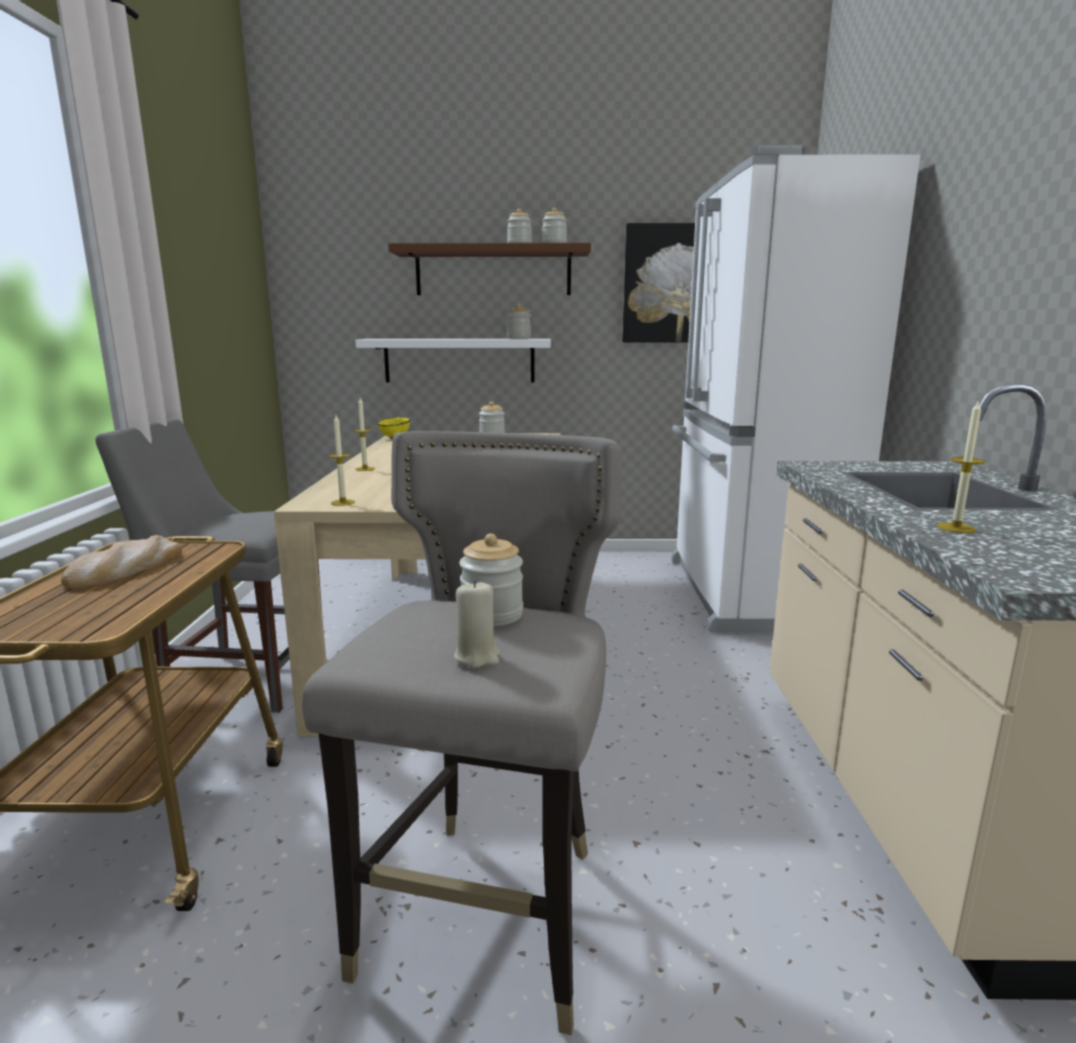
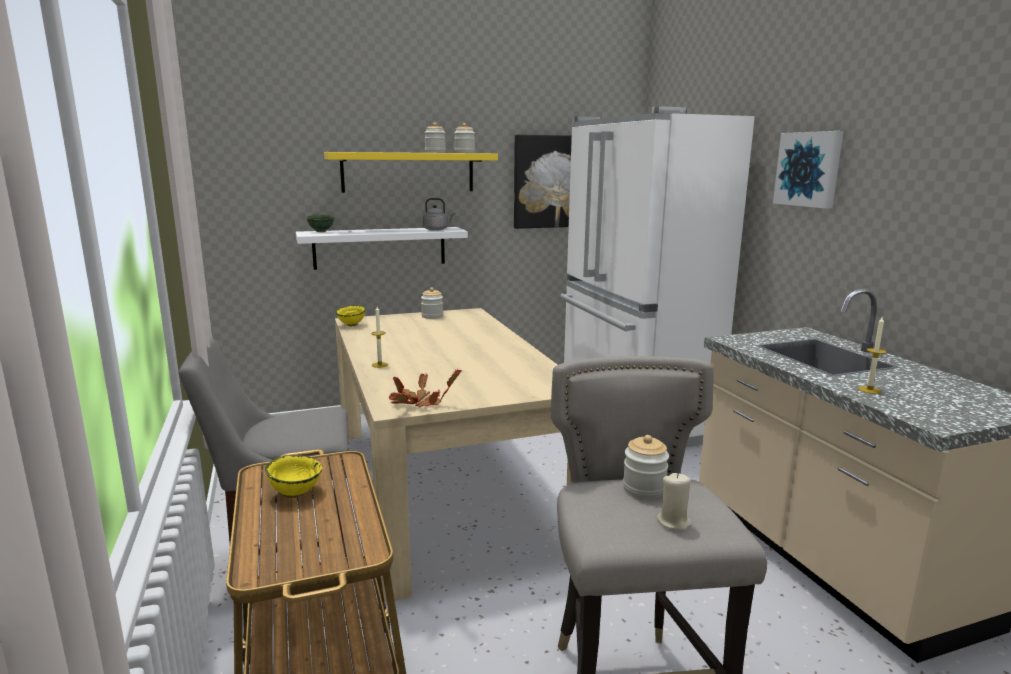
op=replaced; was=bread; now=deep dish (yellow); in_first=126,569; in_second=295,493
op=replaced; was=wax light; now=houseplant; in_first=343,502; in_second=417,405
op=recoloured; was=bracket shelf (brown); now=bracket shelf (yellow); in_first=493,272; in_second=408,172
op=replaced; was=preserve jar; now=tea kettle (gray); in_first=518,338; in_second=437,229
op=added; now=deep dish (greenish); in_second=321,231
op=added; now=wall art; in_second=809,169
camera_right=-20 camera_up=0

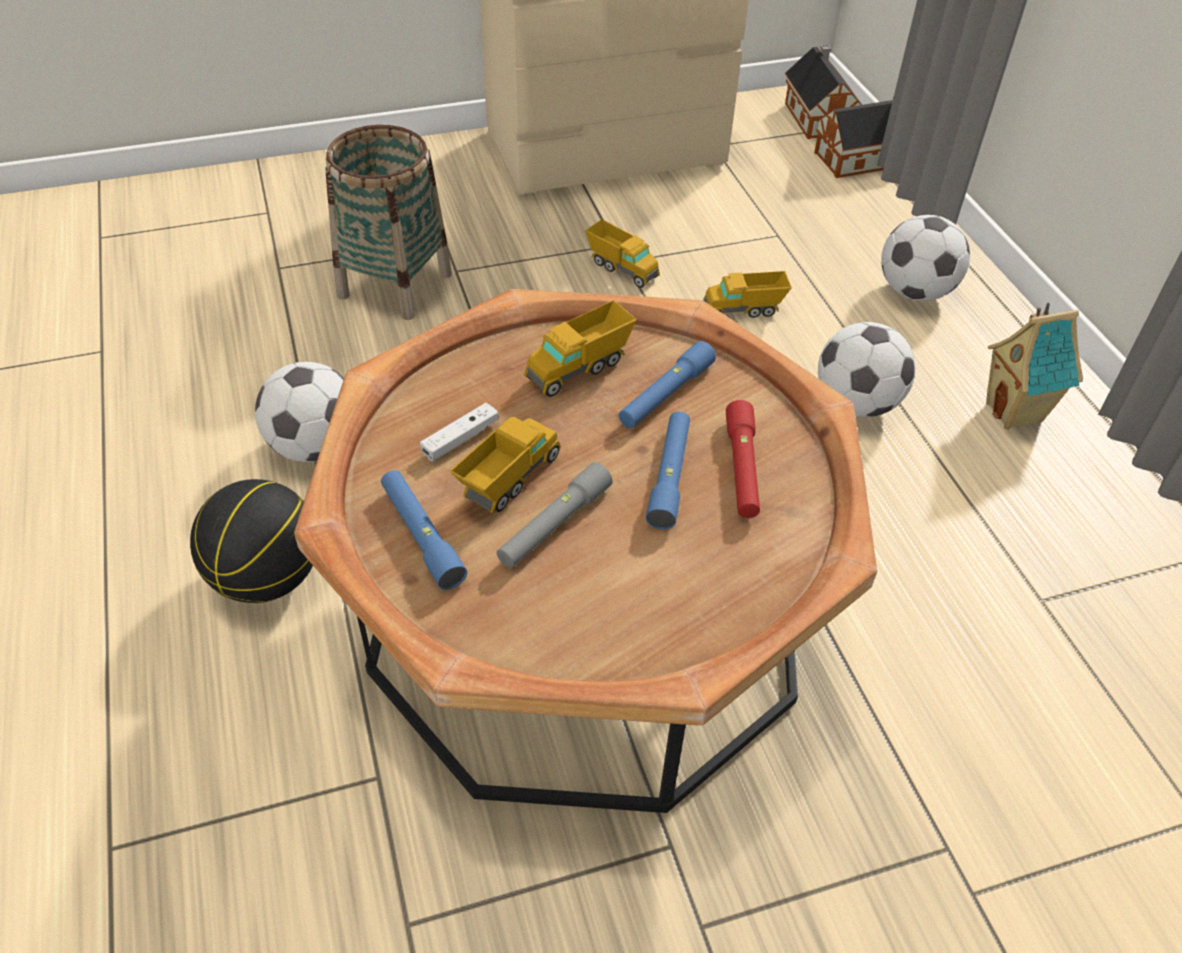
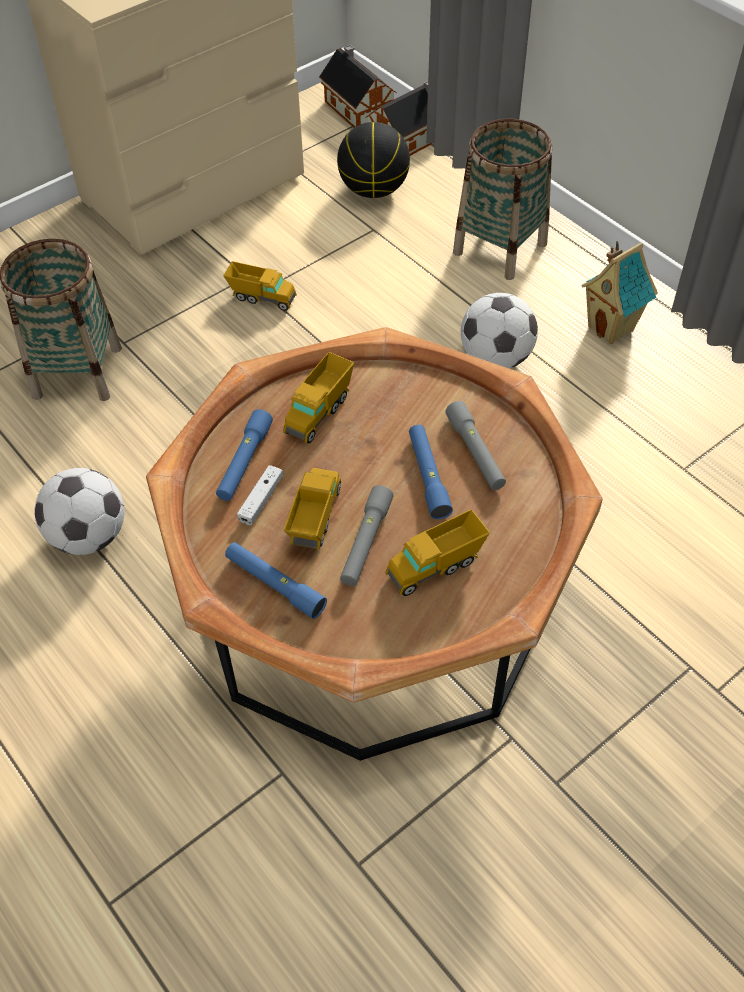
op=moved; was=basketball ball; in_first=268,578; in_second=374,190
op=moved; was=hand torch (blue-coloured); in_first=665,395; in_second=244,462
op=moved; was=toy truck; in_first=743,310; in_second=436,567
op=recoloured; was=hand torch (red-coloured); now=hand torch (gray); in_first=742,468; in_second=475,452
op=replaced; was=ball for football; now=storage basket; in_first=914,292; in_second=500,248
camera_right=-20 camera_up=5

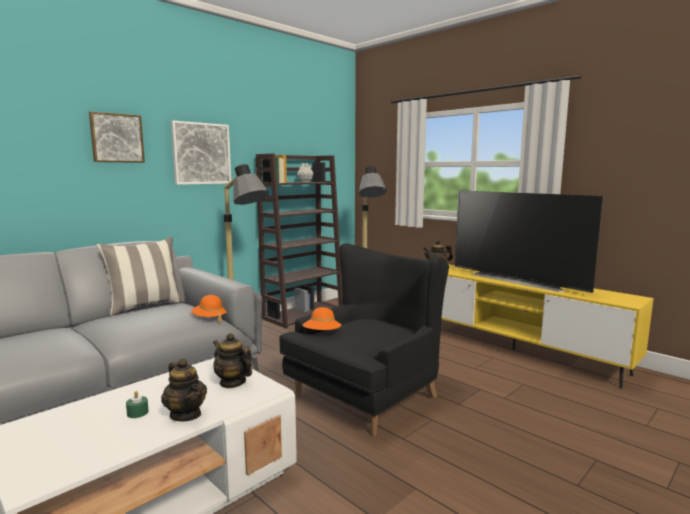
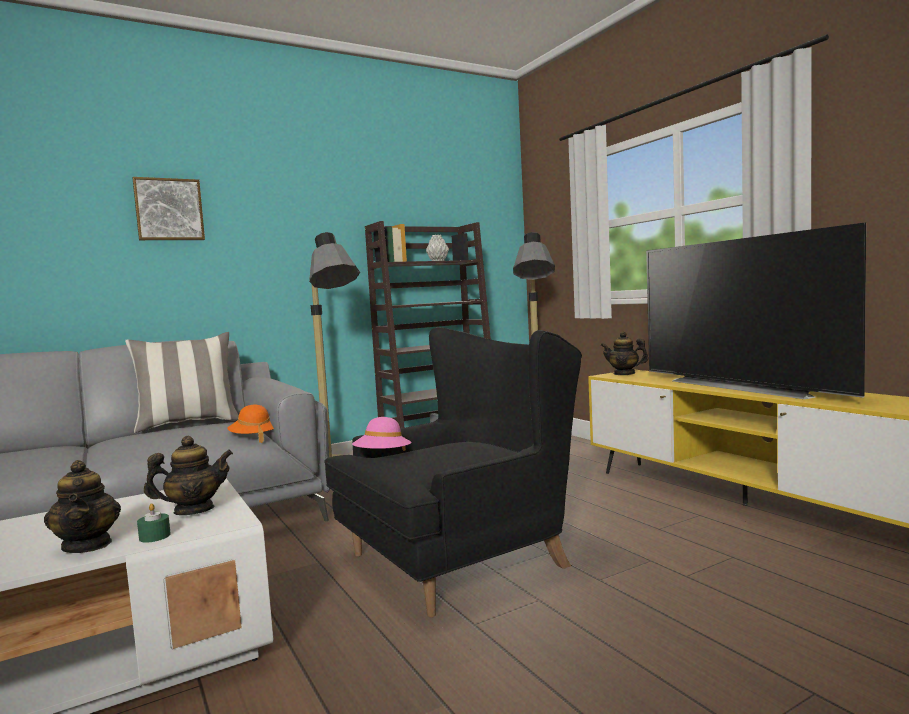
op=moved; was=wax light (greenish); in_first=137,413; in_second=154,536
op=removed; was=wall art; in_first=201,153
op=turned; was=teapot; in_first=232,382; in_second=193,510; clockwise=105
op=recoloured; was=wearable hat (orangey); now=wearable hat (pinkish); in_first=322,334; in_second=383,457
camera_right=15 camera_up=-5

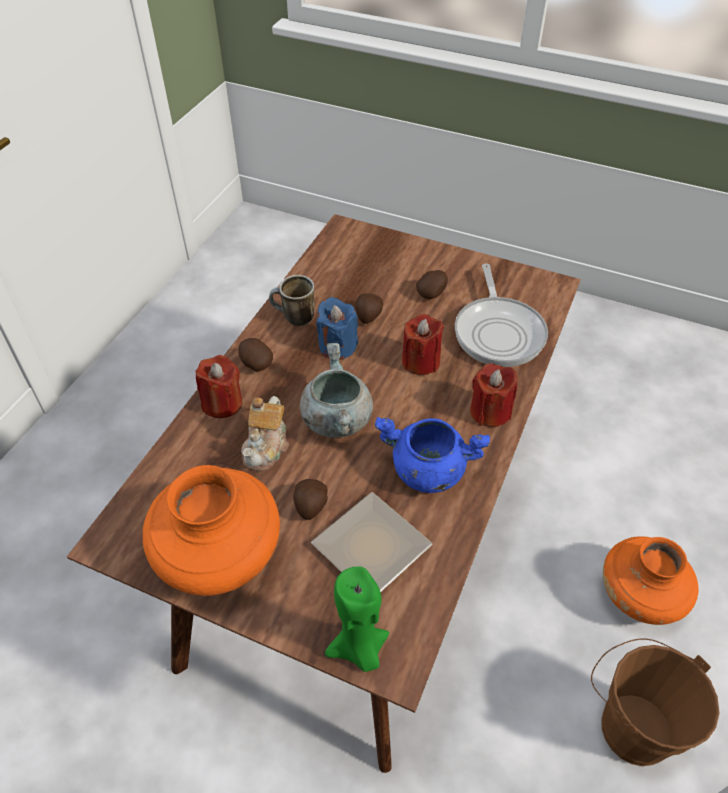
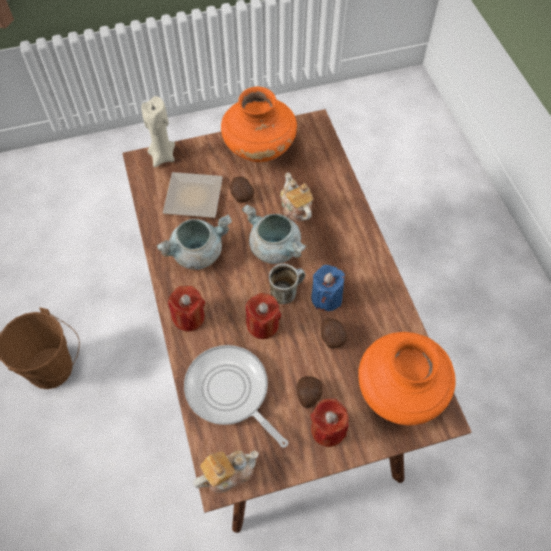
op=moved; was=wax light (red-coloured); in_first=222,403; in_second=328,430
op=removed; was=potato; in_first=255,363
op=moved; was=mug; in_first=293,319; in_second=286,292
op=recoloured; was=wax light (greenish); now=wax light (beige); in_first=359,650; in_second=162,156
op=recoloured; was=stockpot (blue-coloured); now=stockpot (gray); in_first=427,471; in_second=197,253
op=moved; was=flower vase (orangey); in_first=639,596; in_second=399,392
op=added; now=teapot; in_second=227,473
camera_right=140 camera_up=10

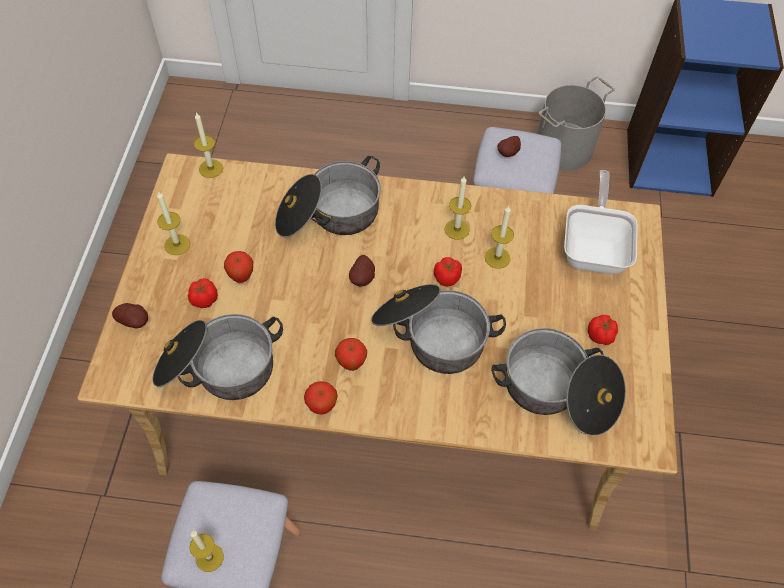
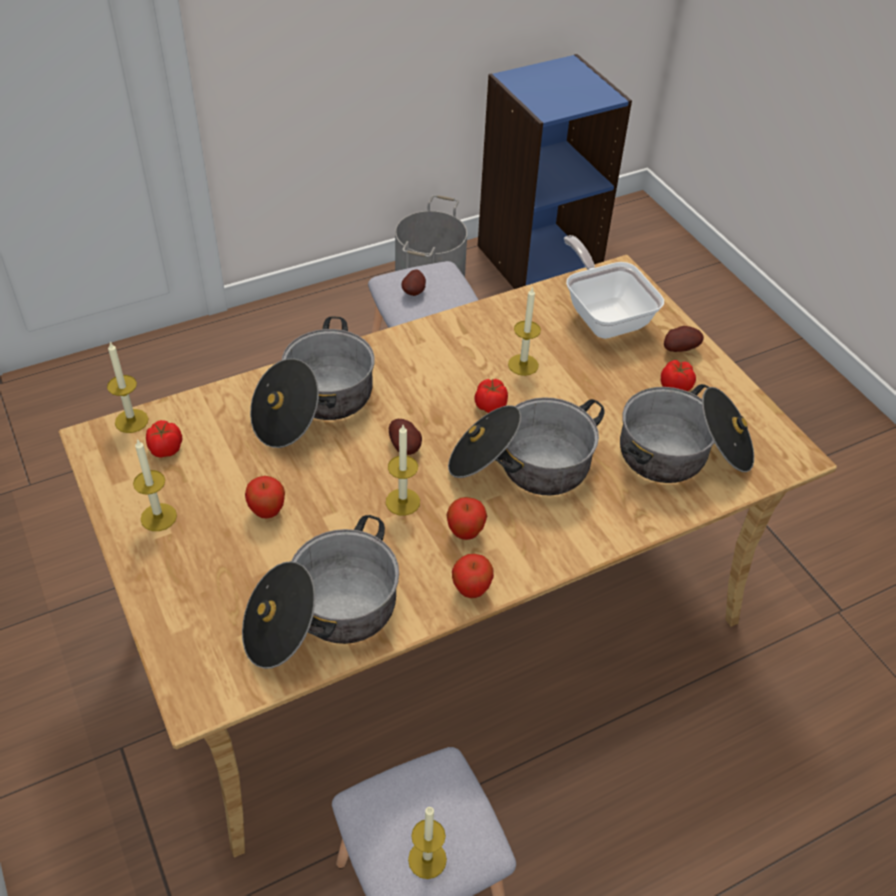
op=moved; was=potato; in_first=135,321; in_second=679,348
op=moved; was=whole tomato; in_first=204,300; in_second=165,449
op=moved; was=wax light; in_first=457,229; in_second=402,502
camera_right=-35 camera_up=-10

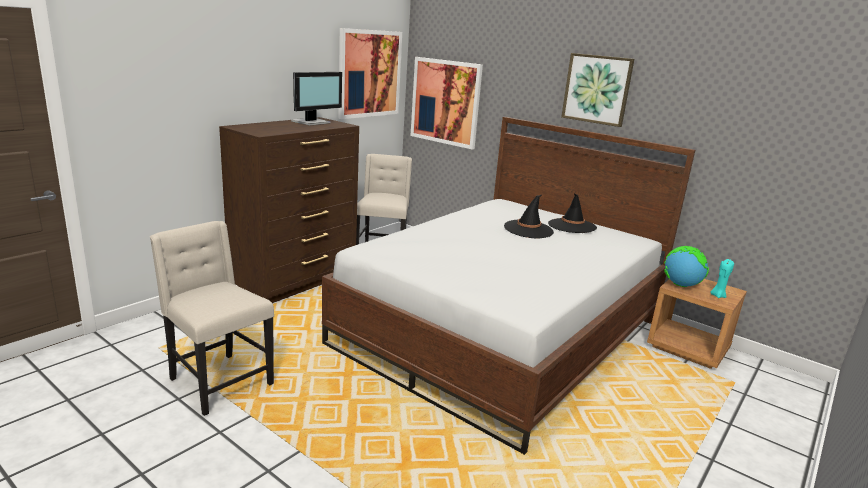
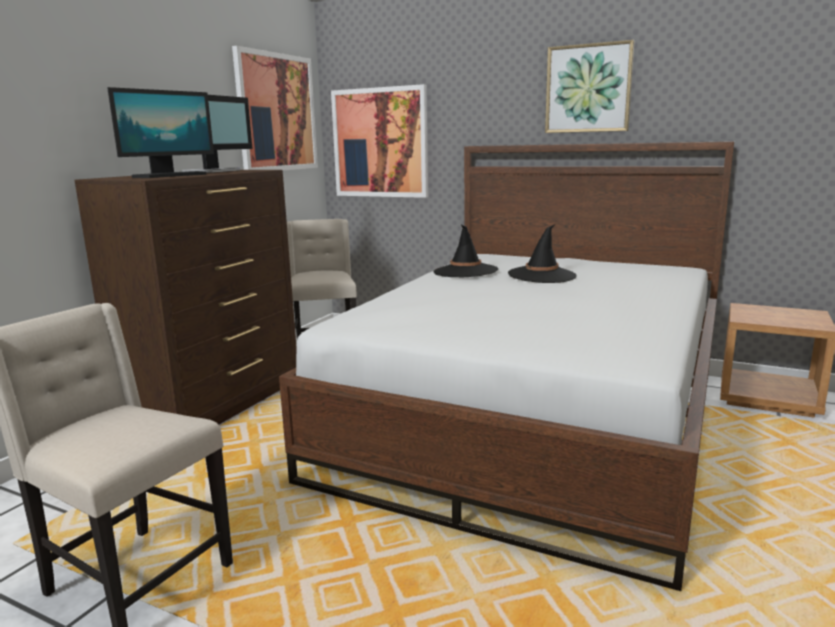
op=moved; was=wearable hat (black); in_first=571,226; in_second=465,271
op=removed; was=globe; in_first=681,285
op=removed; was=wax light (turquoise-coloured); in_first=717,296
op=added; now=computer display; in_second=170,176
camera_right=-10 camera_up=-5

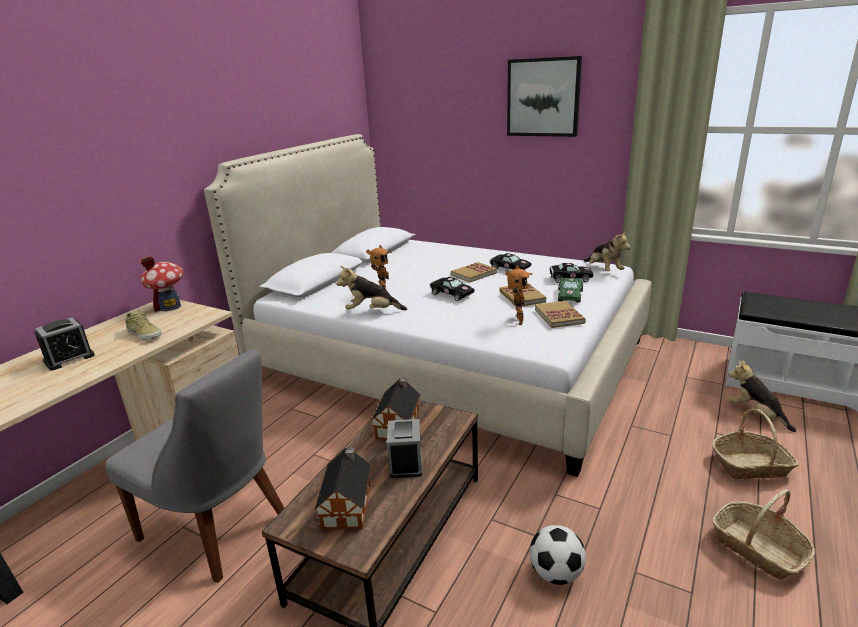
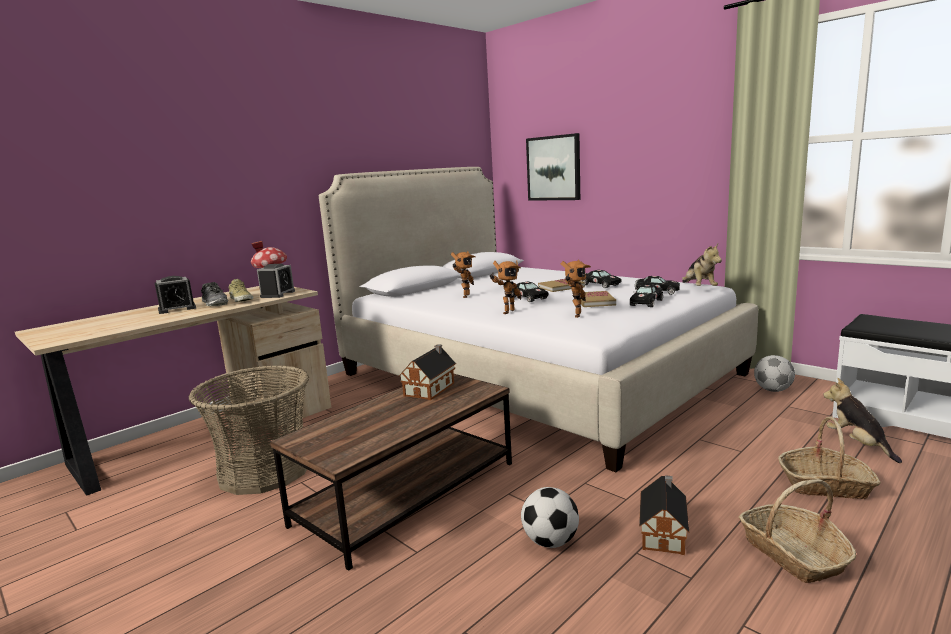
op=replaced; was=plain chair (gray); now=storage basket; in_first=219,529; in_second=264,470
op=moved; was=toy house; in_first=348,504; in_second=663,532
op=removed; was=cuddly toy; in_first=372,311
op=moved; was=alarm clock; in_first=406,462; in_second=278,294
op=moved; was=wall art; in_first=543,97; in_second=554,168
op=removed; was=volume; in_first=559,316
op=recoloured; was=model car (greenish); now=model car (black); in_first=569,295; in_second=646,302
op=added; now=item of footwear; in_second=215,303
op=added; now=robot figure; in_second=506,312
op=added; now=ball for football; in_second=773,390
camera_right=15 camera_up=-10

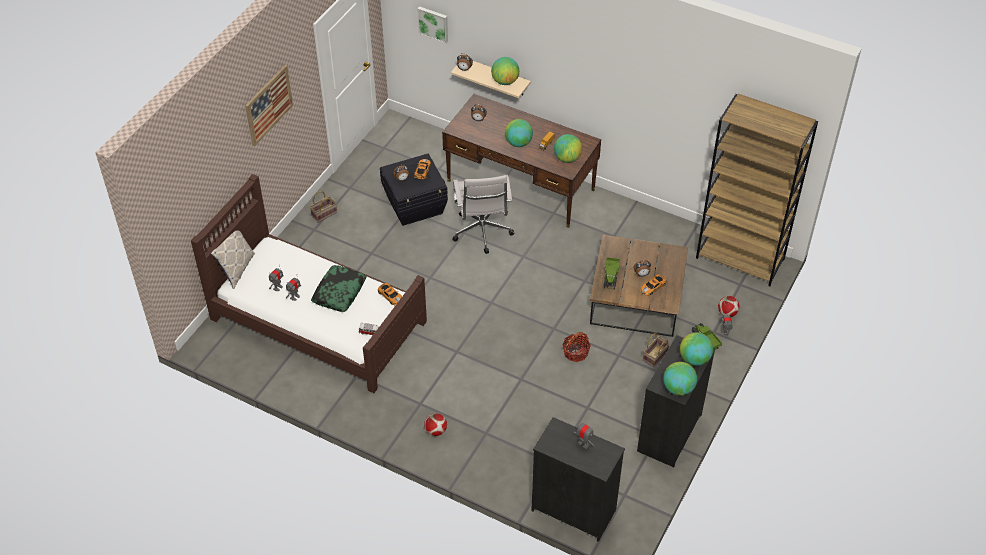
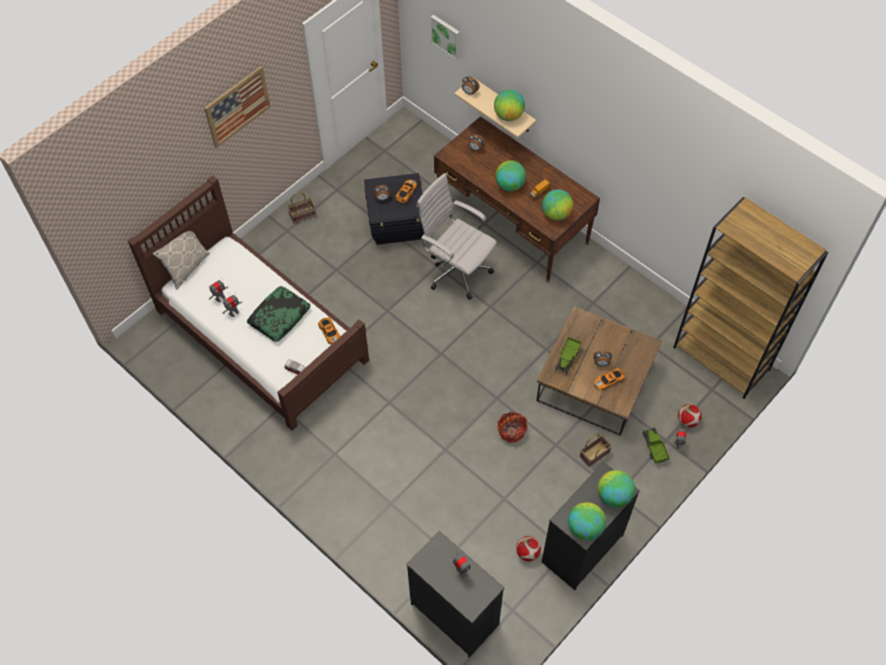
op=moved; was=ball for football; in_first=436,431; in_second=527,553
op=turned; was=computer chair (whitish); in_first=482,233; in_second=456,270; clockwise=120
camera_right=15 camera_up=10

